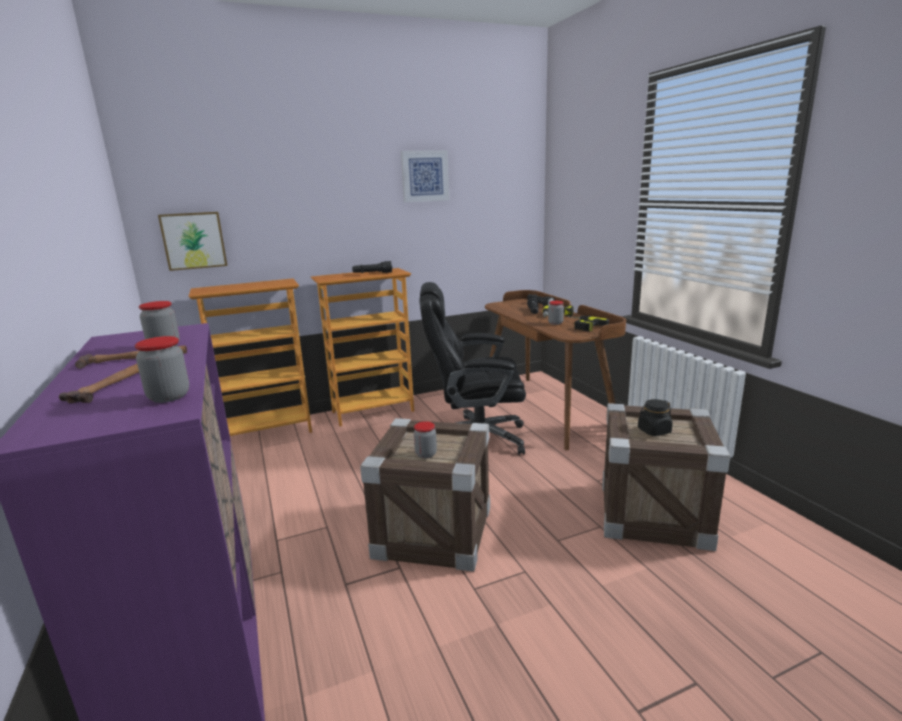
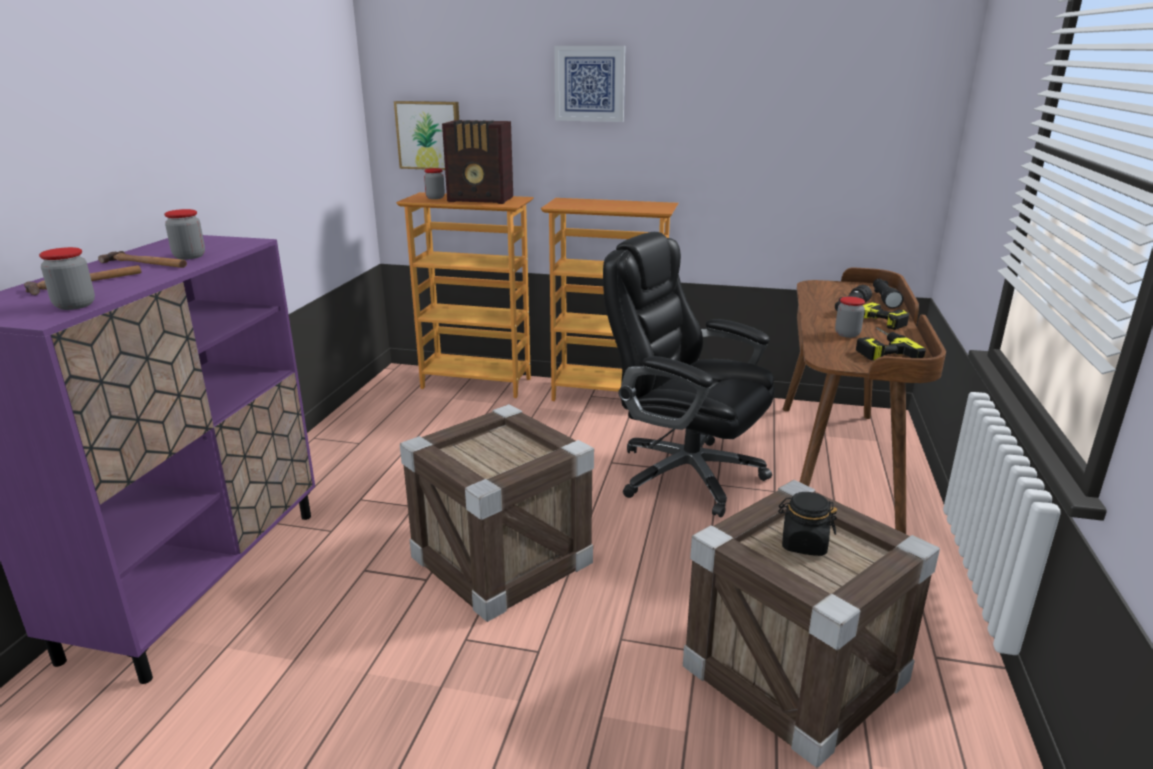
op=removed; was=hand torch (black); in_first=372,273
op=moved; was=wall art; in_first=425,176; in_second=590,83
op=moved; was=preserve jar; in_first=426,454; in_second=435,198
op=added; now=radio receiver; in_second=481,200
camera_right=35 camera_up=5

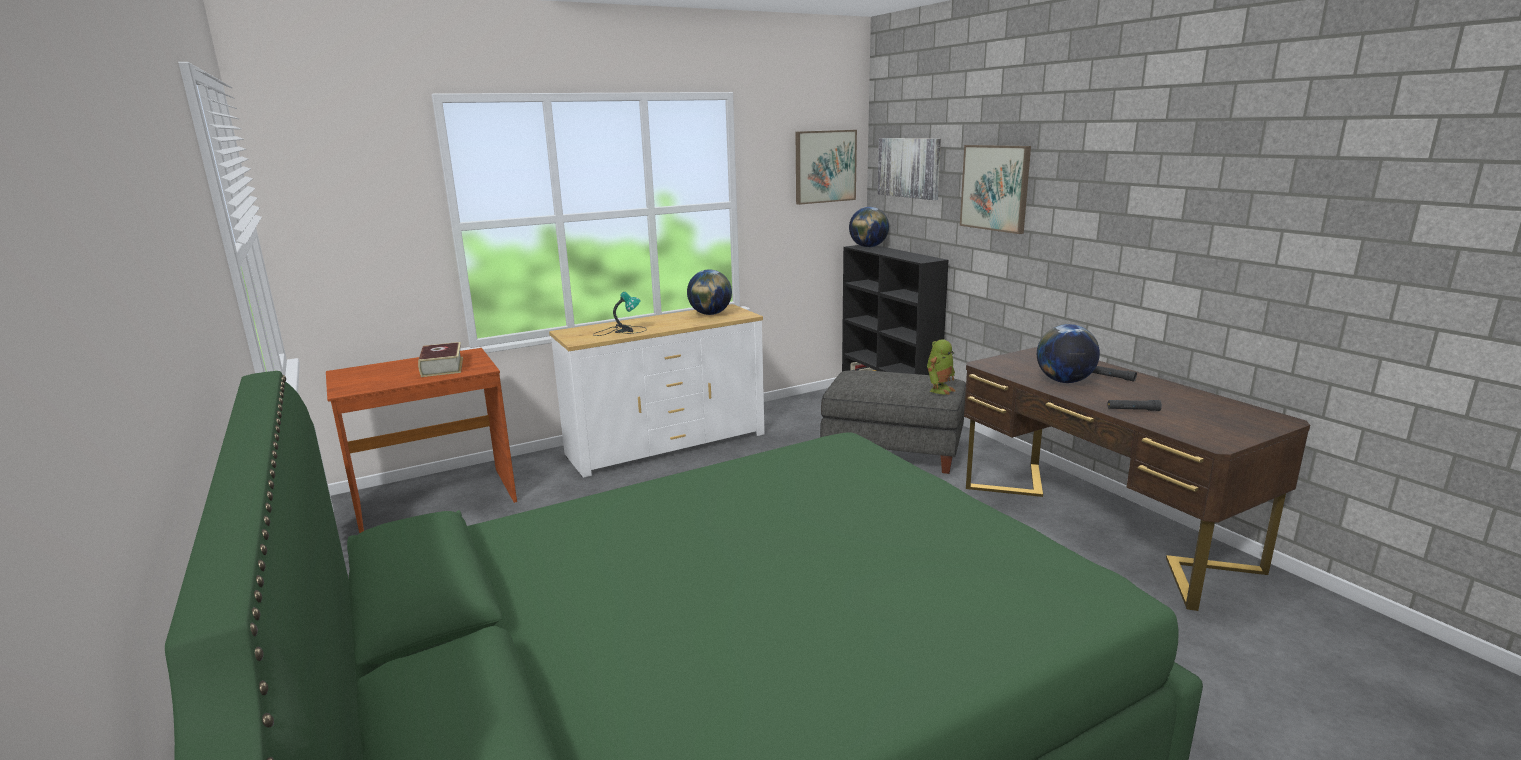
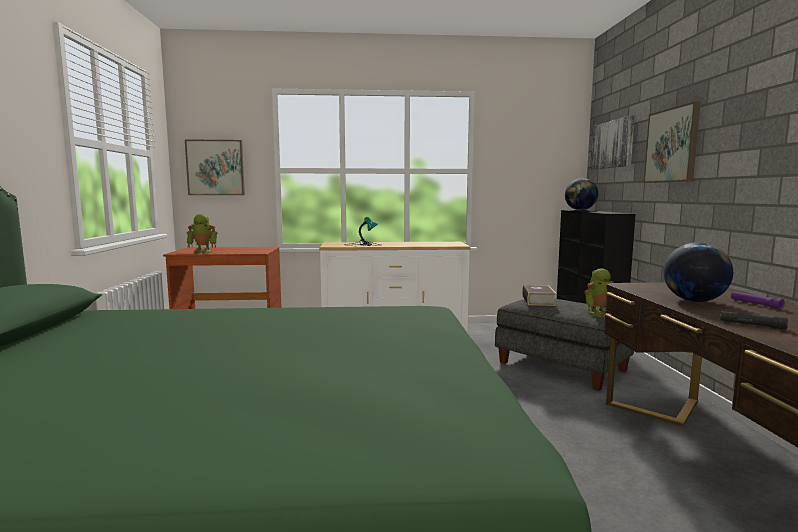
op=moved; was=volume; in_first=442,367; in_second=538,300
op=removed; was=globe; in_first=710,314
op=moved; was=wall art; in_first=825,166; in_second=215,167
op=recoloured; was=hand torch (black); now=hand torch (purple-coloured); in_first=1111,377; in_second=755,304
op=added; now=robot figure; in_second=203,252
camera_right=25 camera_up=-10

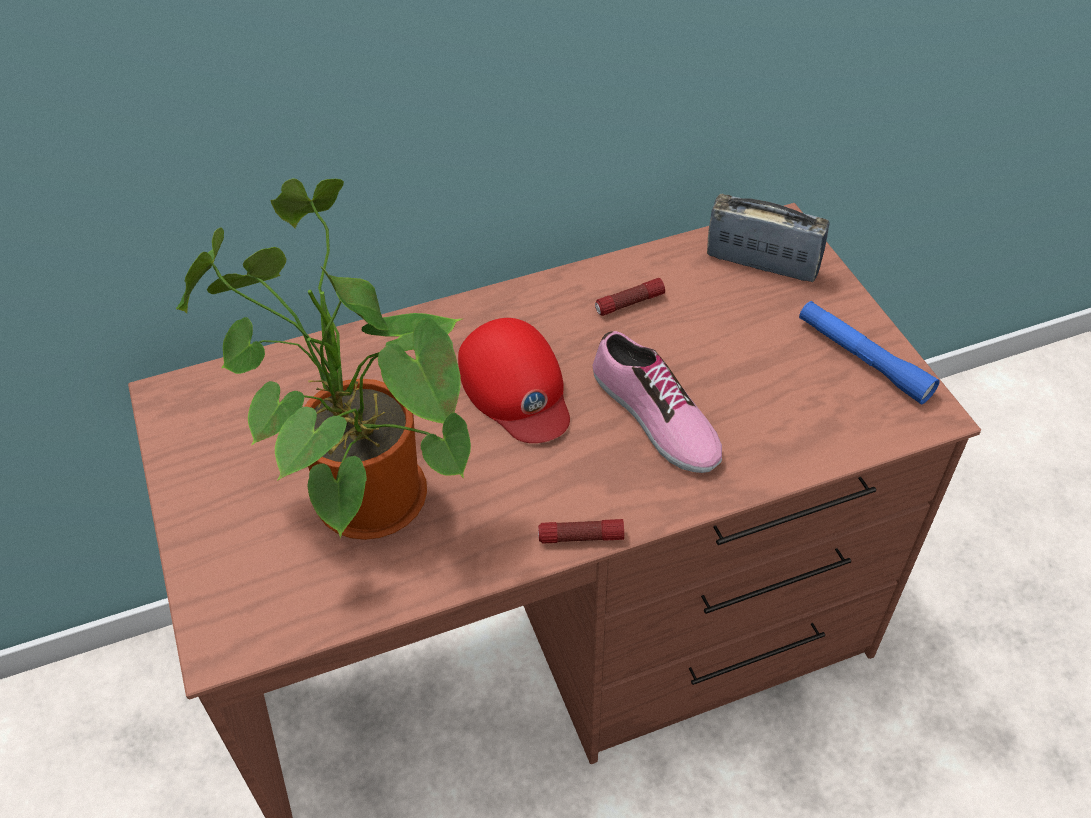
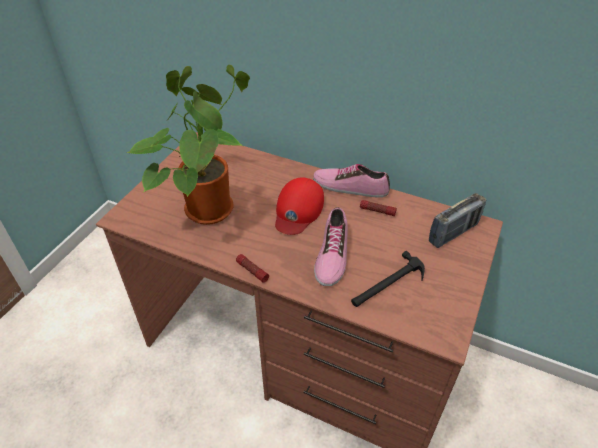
op=turned; was=radio receiver; in_first=762,263; in_second=453,233; clockwise=75
op=removed; was=hand torch (blue-coloured); in_first=863,359
op=added; now=item of footwear; in_second=350,186
op=added; now=tool hammer; in_second=387,284
camera_right=45 camera_up=-5

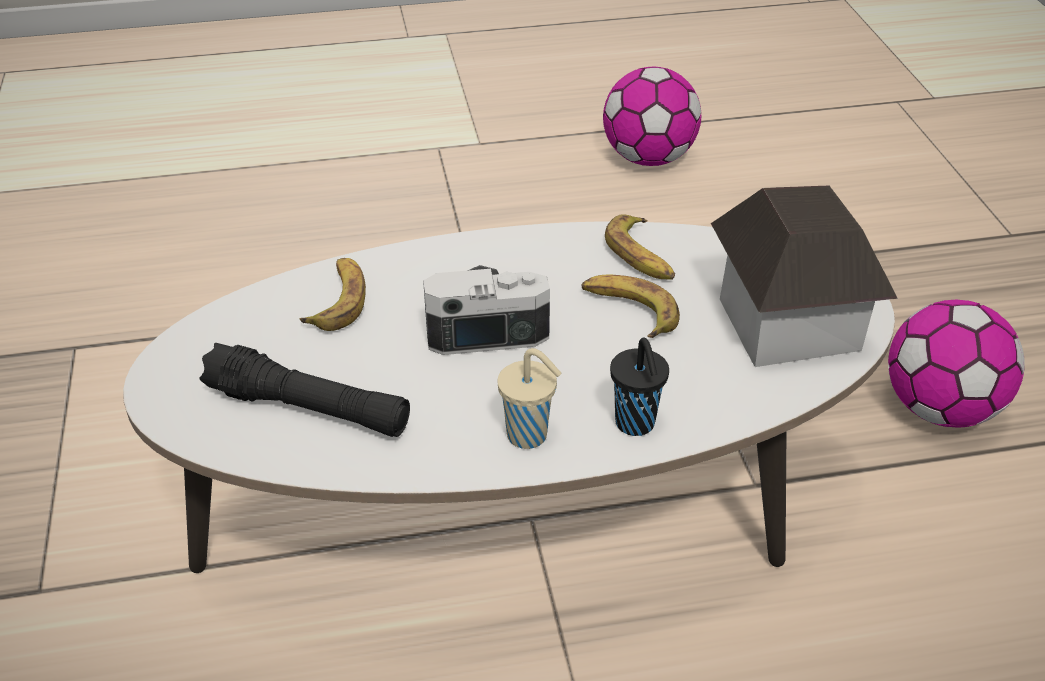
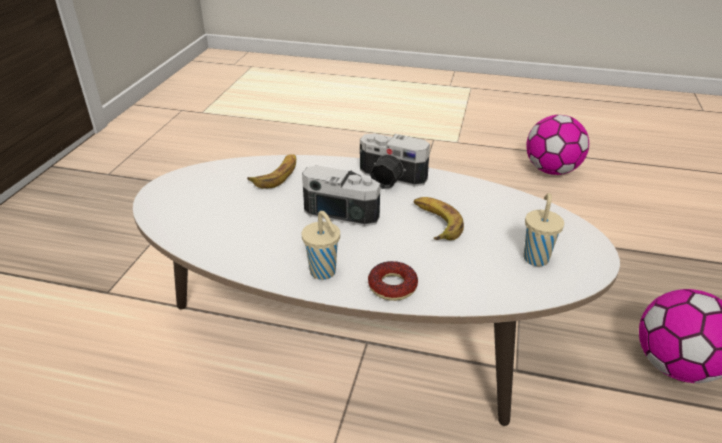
op=removed; was=hand torch (black); in_first=308,409
op=removed; was=banana fruit; in_first=641,256
op=replaced; was=drinking cup (black); now=donut; in_first=636,425; in_second=392,286
op=replaced; was=toy house; now=drinking cup (beige); in_first=788,323; in_second=536,257
op=added; now=still camera; in_second=389,179
camera_right=25 camera_up=-5

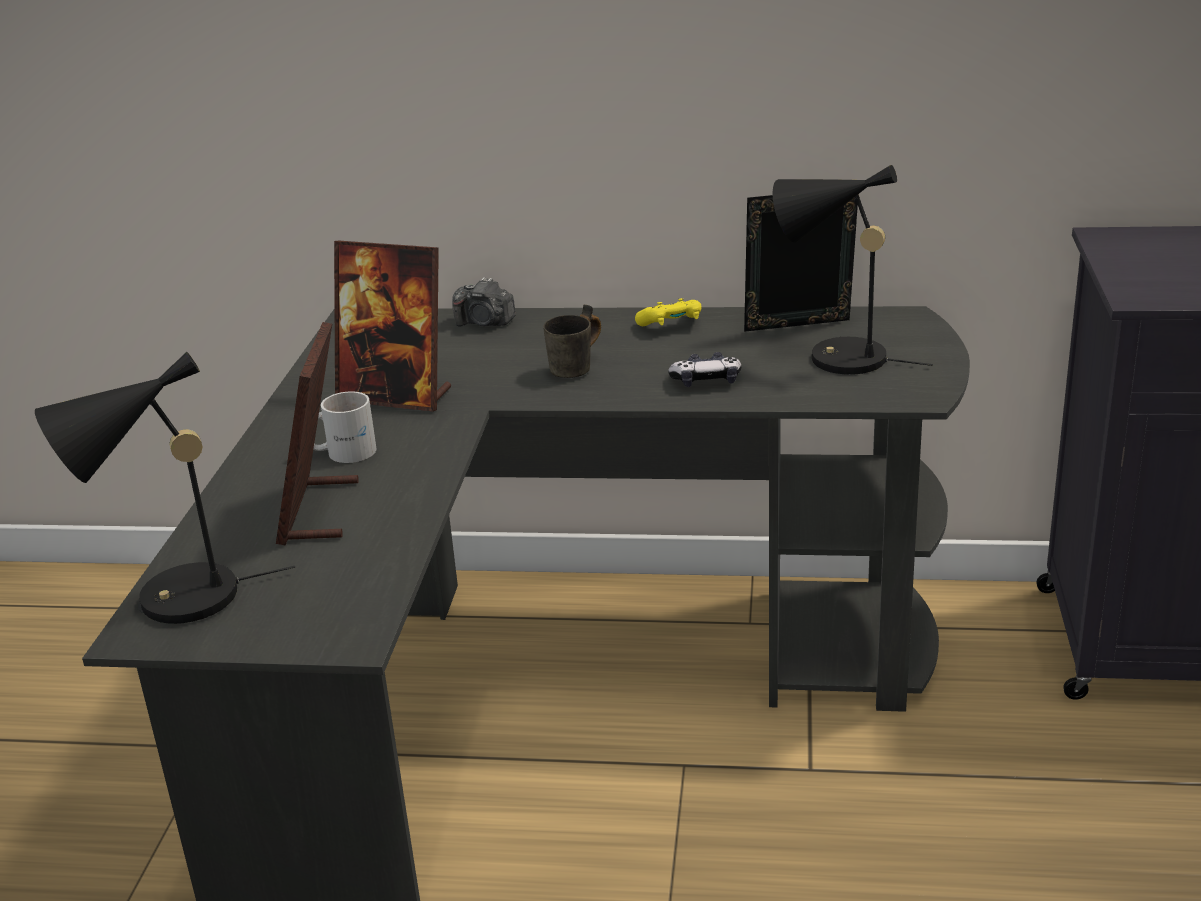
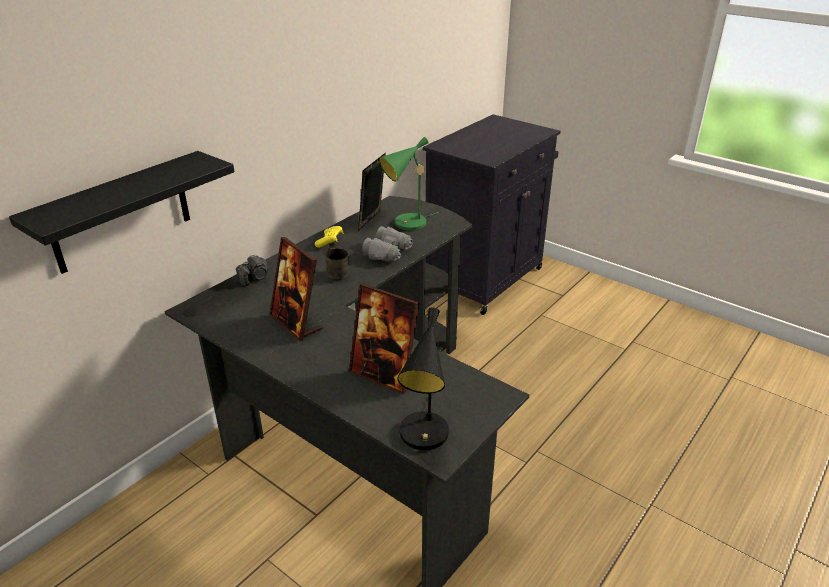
op=removed; was=mug (whitish); in_first=342,451
op=turned; was=standing frame; in_first=395,396; in_second=296,323; clockwise=90
op=replaced; was=joypad; now=pair of binoculars (gray); in_first=706,381; in_second=389,253
op=recoloured; was=lamp for a table (black); now=lamp for a table (greenish); in_first=835,358; in_second=406,225
op=added; now=bracket shelf (black); in_second=121,213
camera_right=-60 camera_up=5

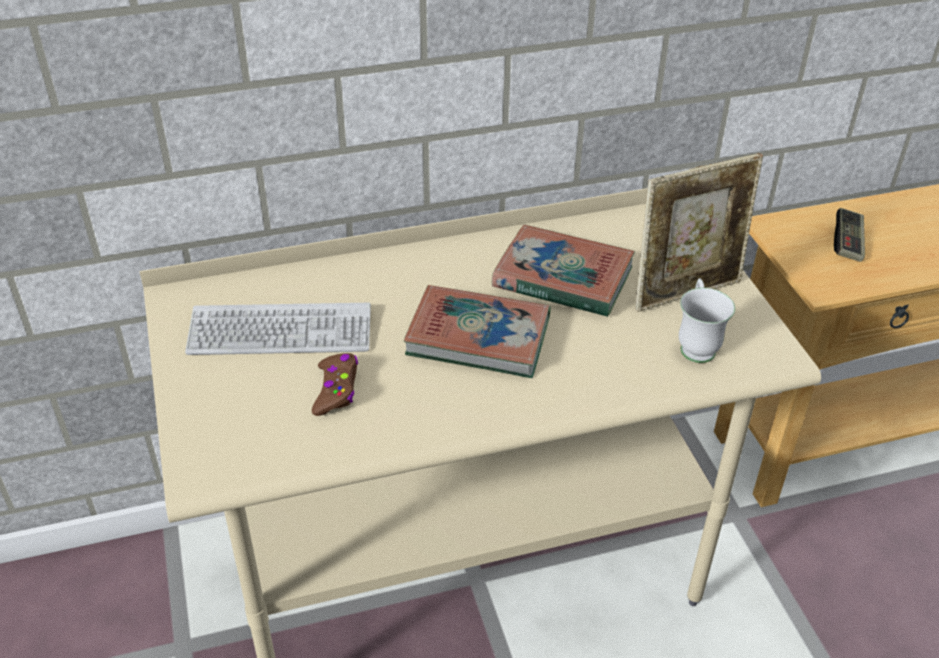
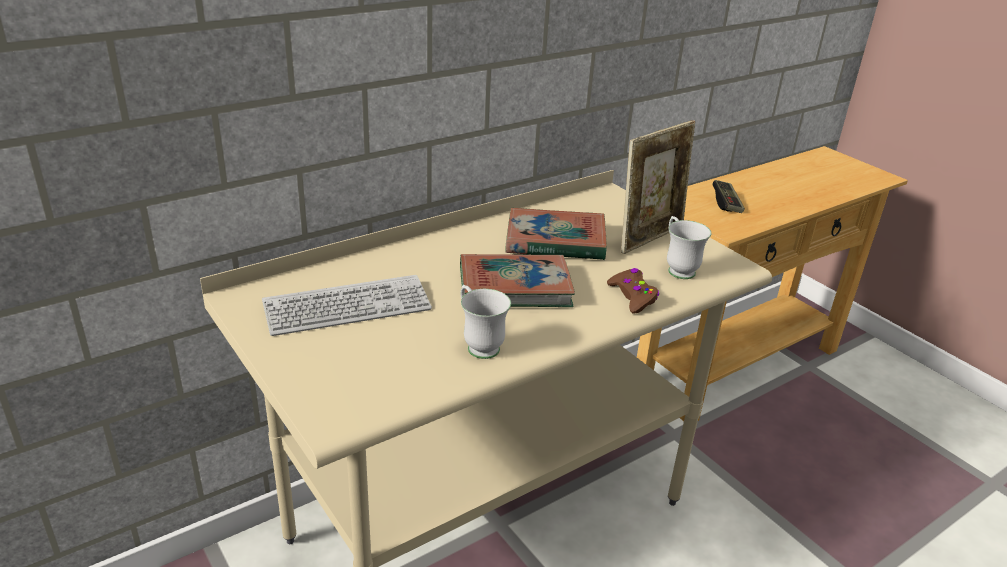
op=moved; was=joypad (brown); in_first=336,390; in_second=632,296
op=added; now=mug (whitish); in_second=478,344
camera_right=-20 camera_up=-10

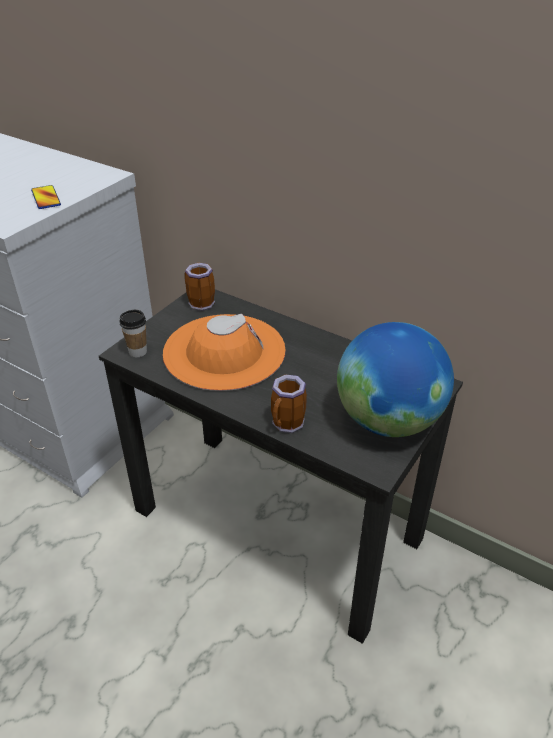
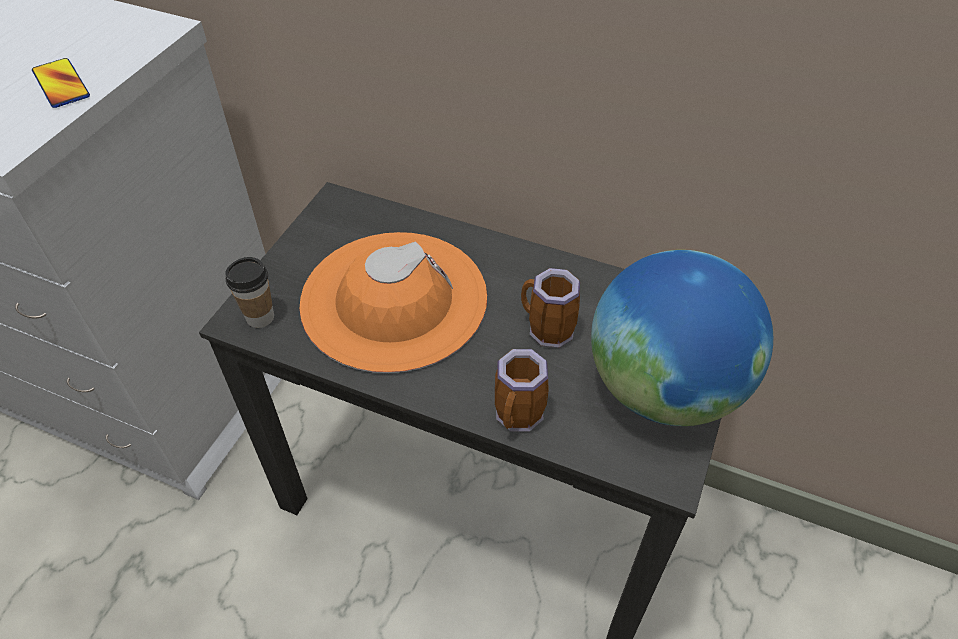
op=moved; was=mug; in_first=199,303; in_second=546,331
camera_right=-10 camera_up=10

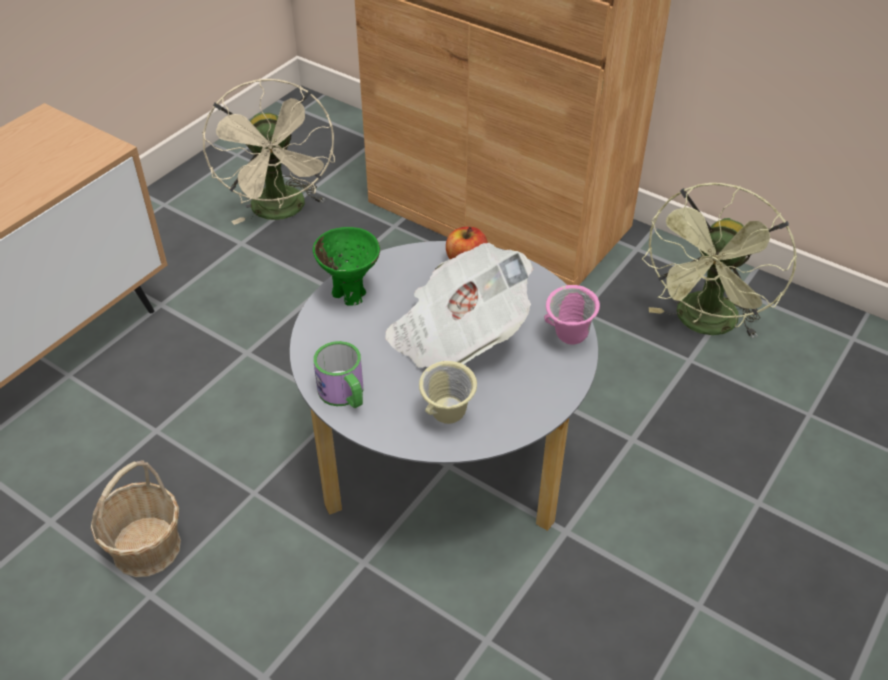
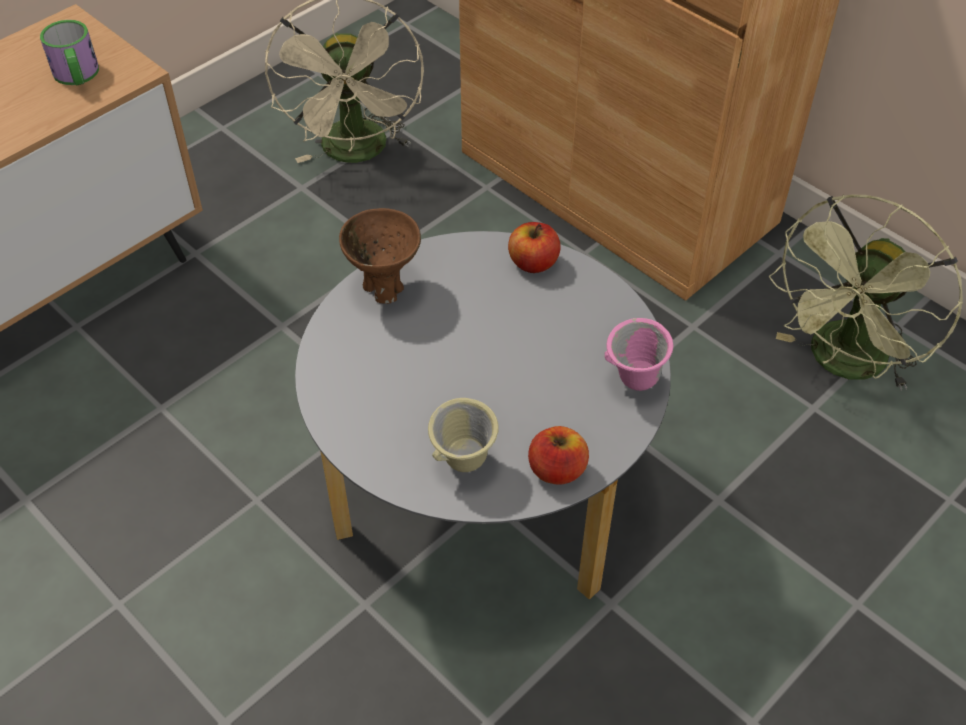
op=removed; was=storage basket; in_first=147,547
op=recoloured; was=deep dish (greenish); now=deep dish (brown); in_first=349,294; in_second=383,289
op=moved; was=mug; in_first=344,394; in_second=77,76
op=removed; was=printed paper; in_first=457,336
op=added; now=apple; in_second=557,470
camera_right=10 camera_up=5

